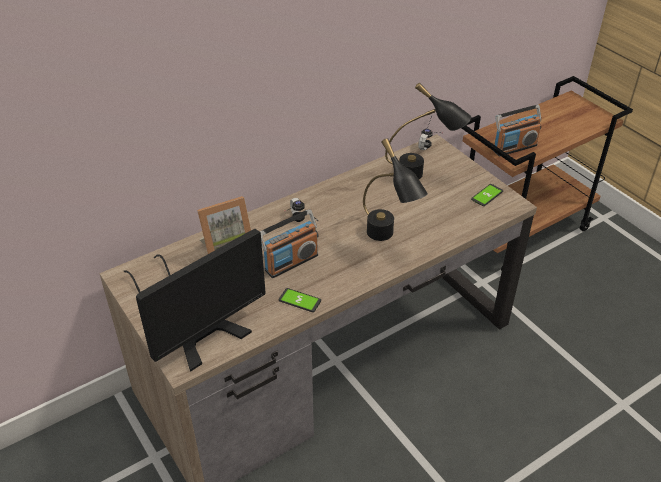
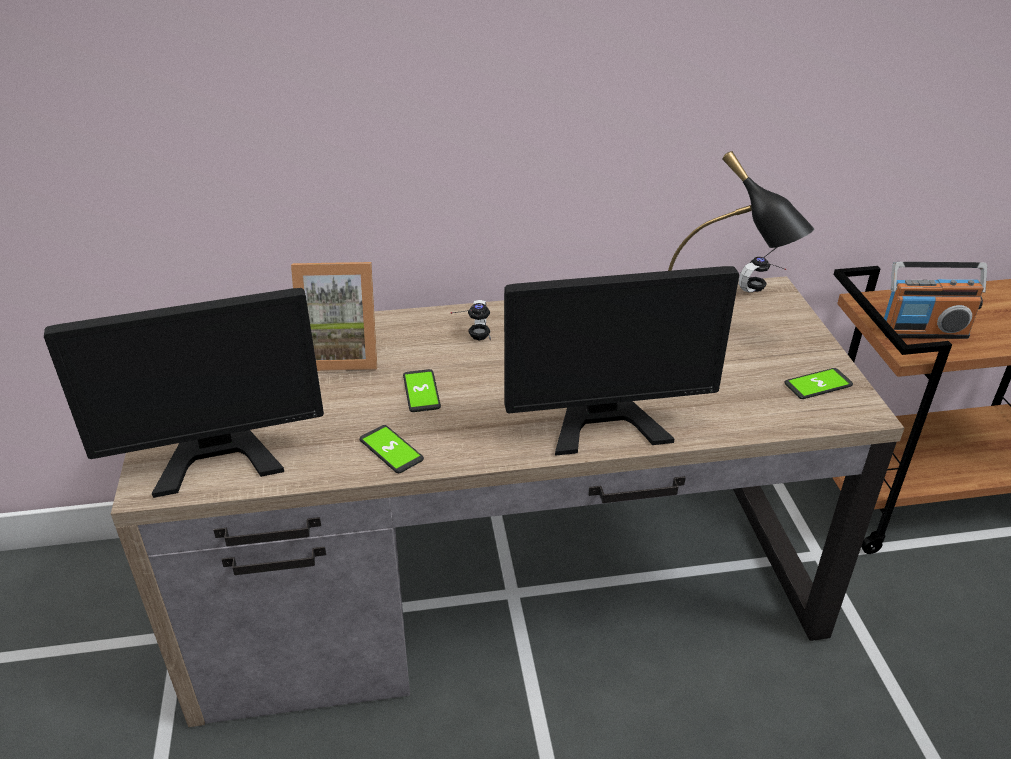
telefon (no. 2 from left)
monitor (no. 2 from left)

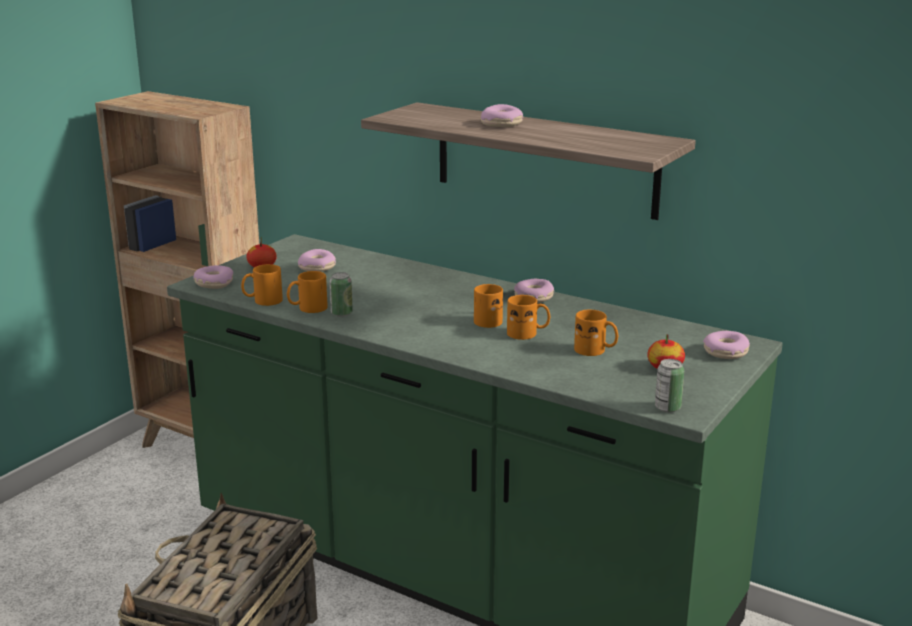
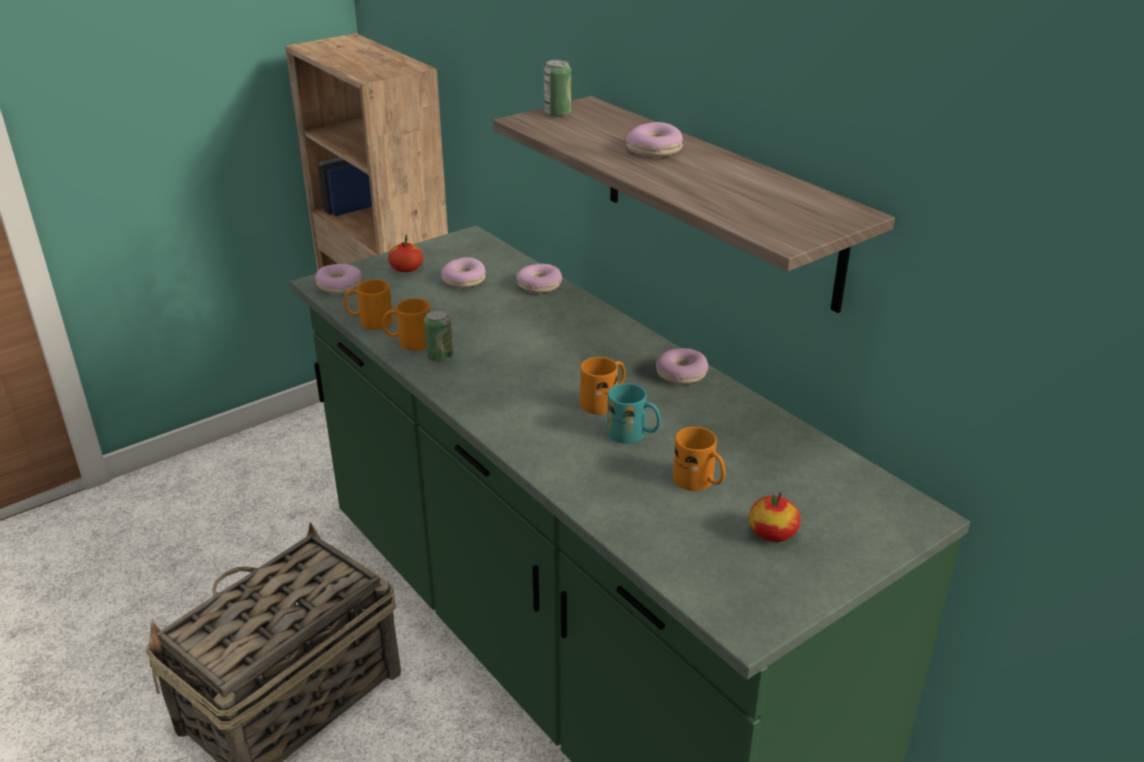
kubek [turkusowy]
puszka (no. 2 from left)
donut (no. 3 from left)

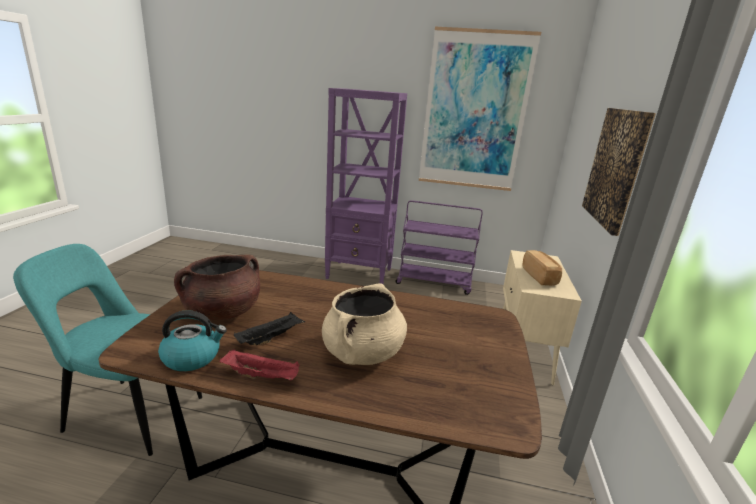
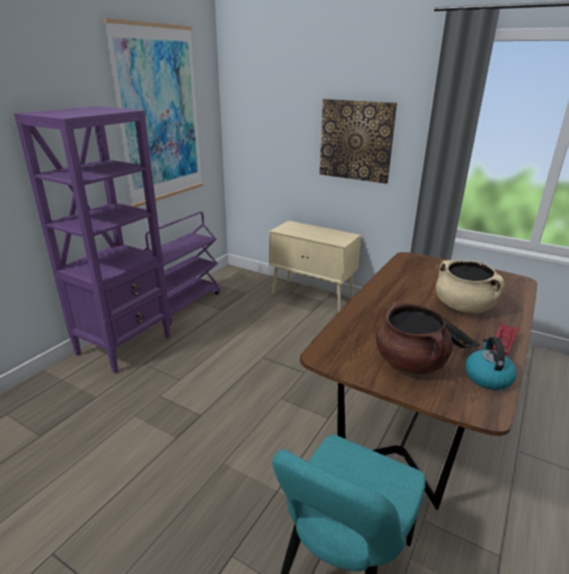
chleb

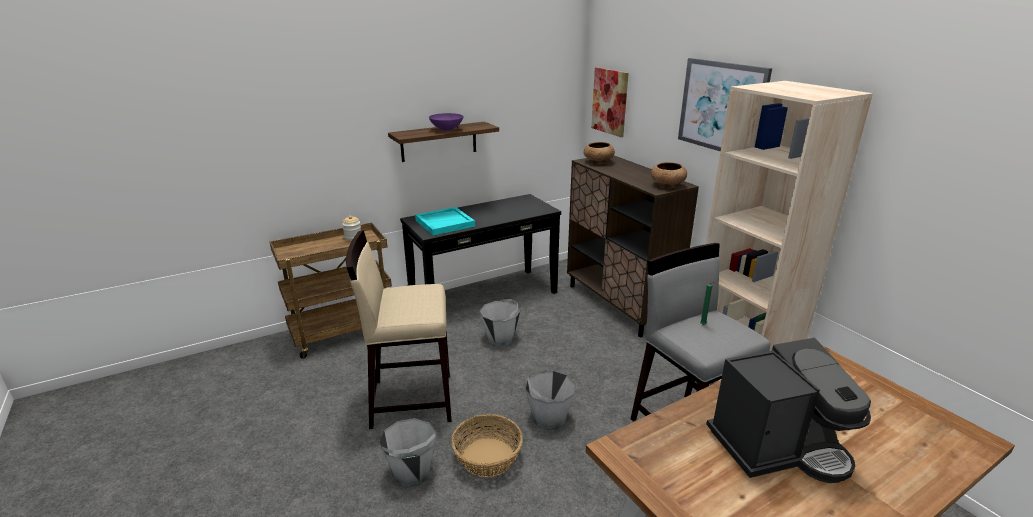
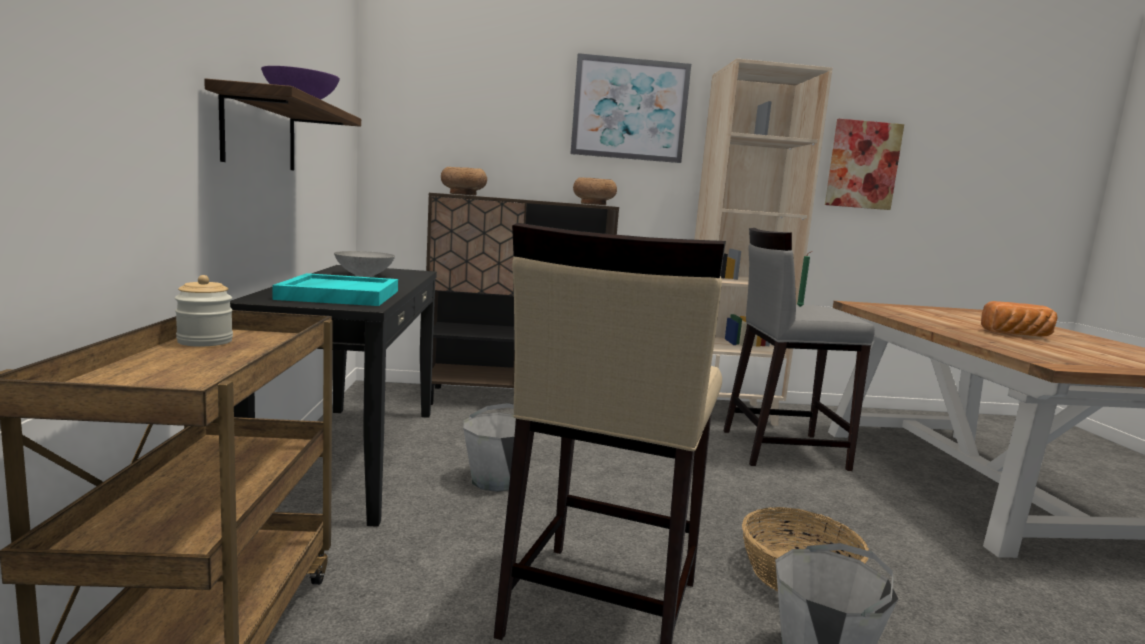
wiadro [szary] (no. 3 from left in the first image)
obraz (no. 2 from left)
chleb
miska [szary]

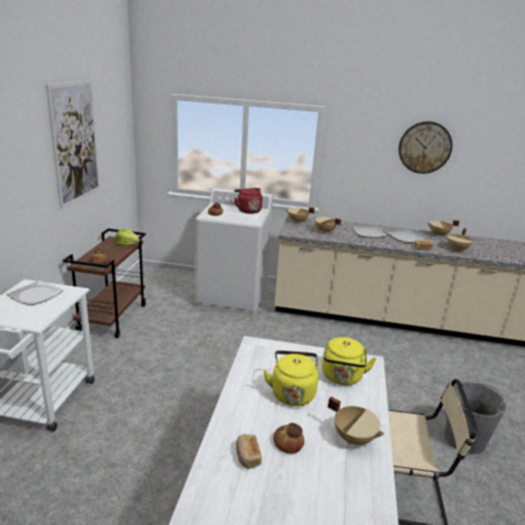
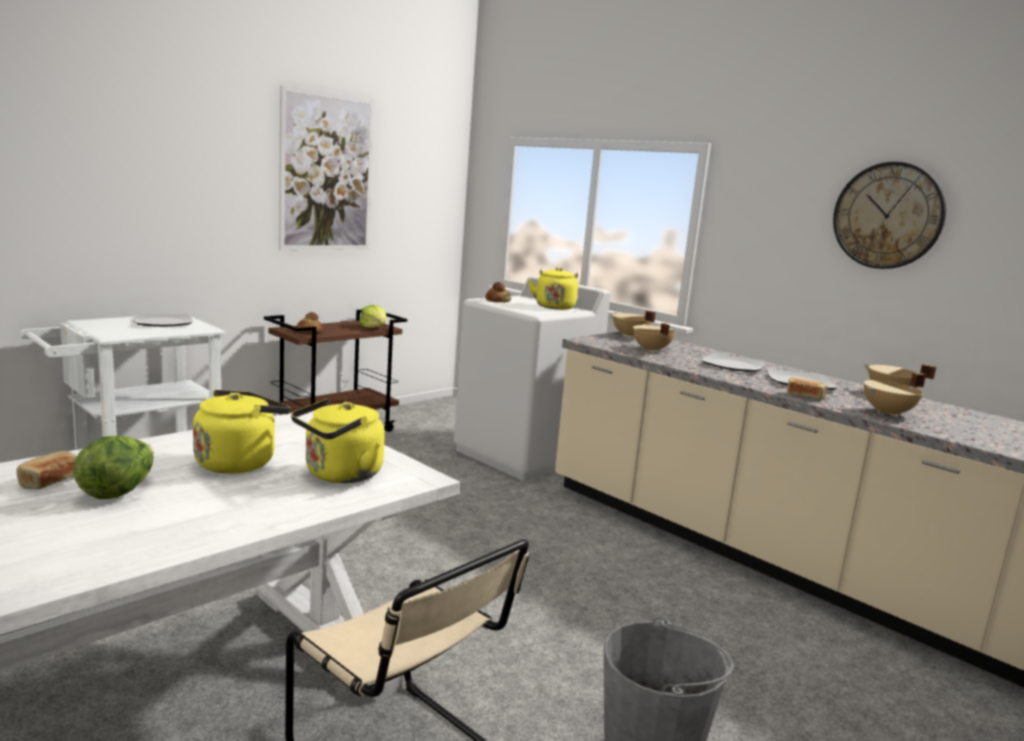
czajnik [żółty] (no. 3 from left)
sałata (no. 1 from left)
garnek [beżowy] (no. 3 from left in the first image)

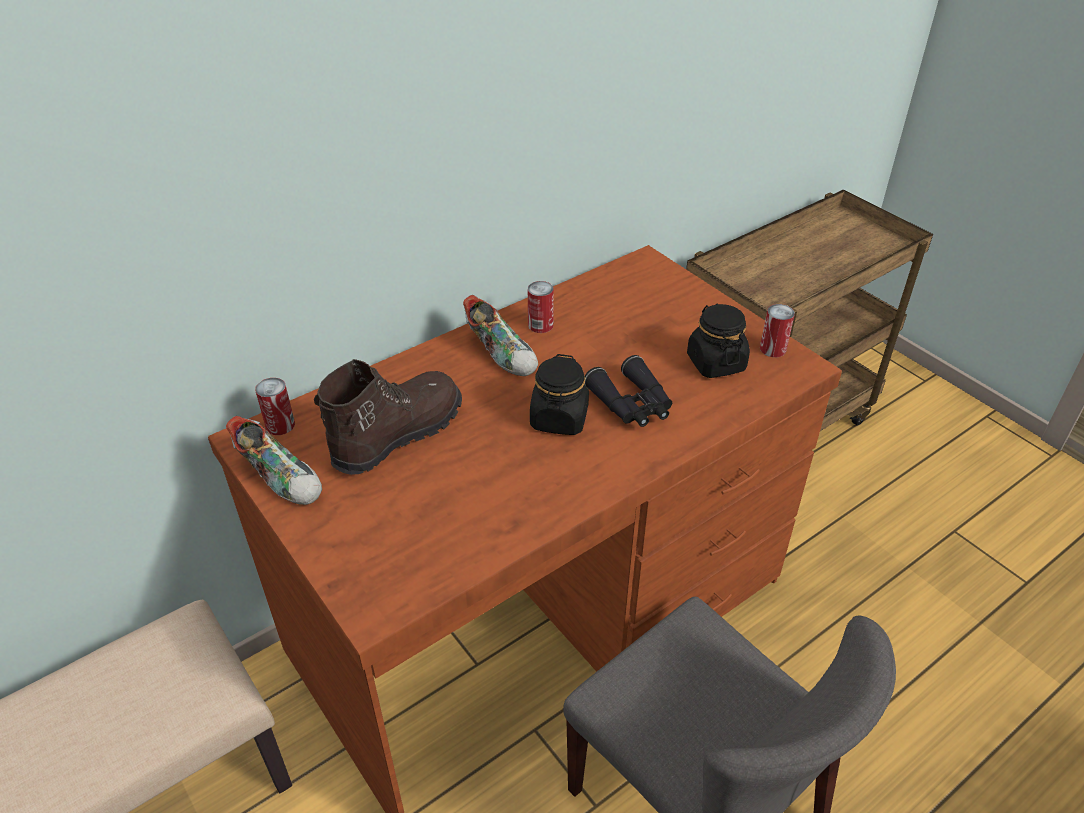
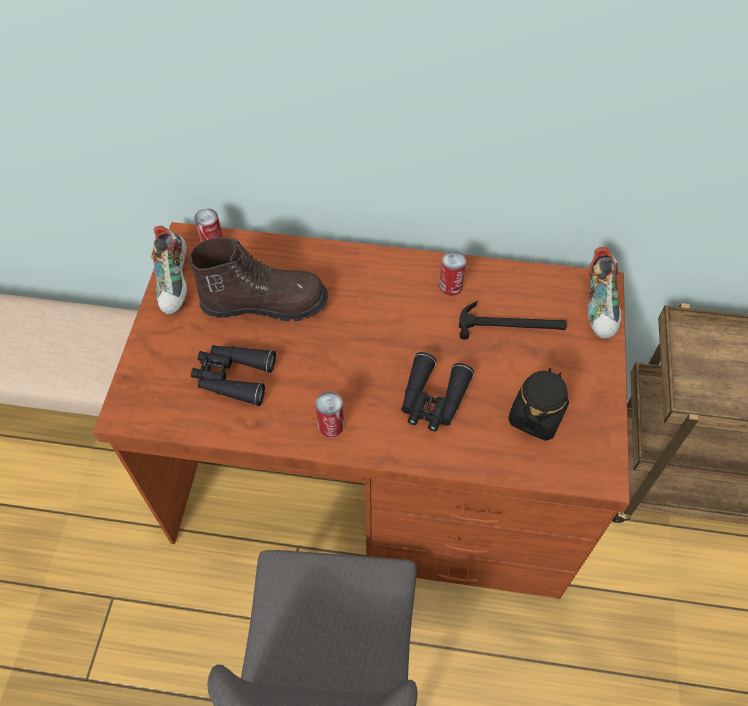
but (no. 2 from left)
słoik [czarny] (no. 1 from left in the first image)
puszka (no. 2 from left)
lornetka [czarny] (no. 1 from left)
młotek

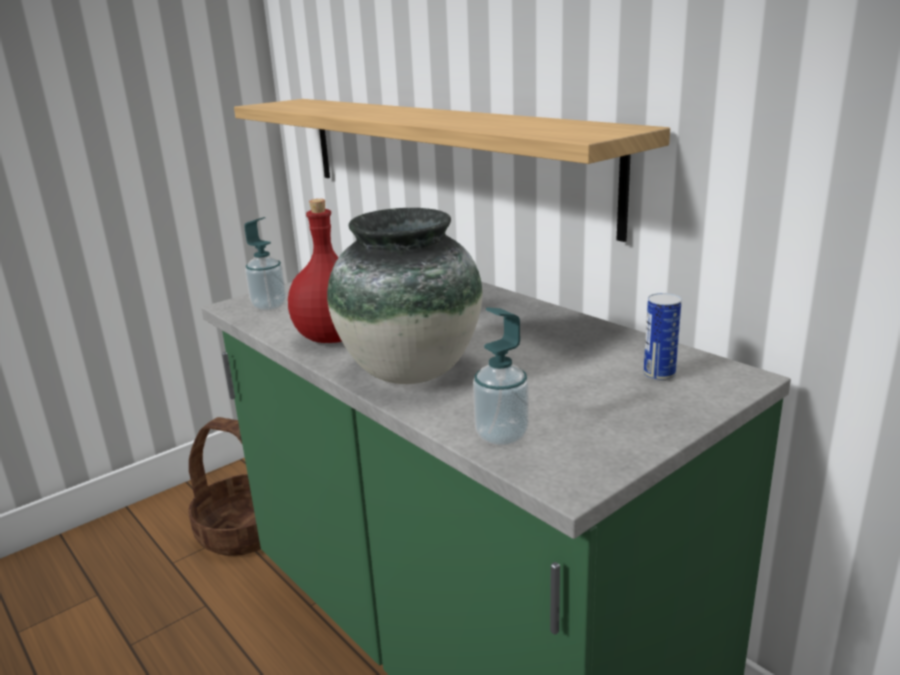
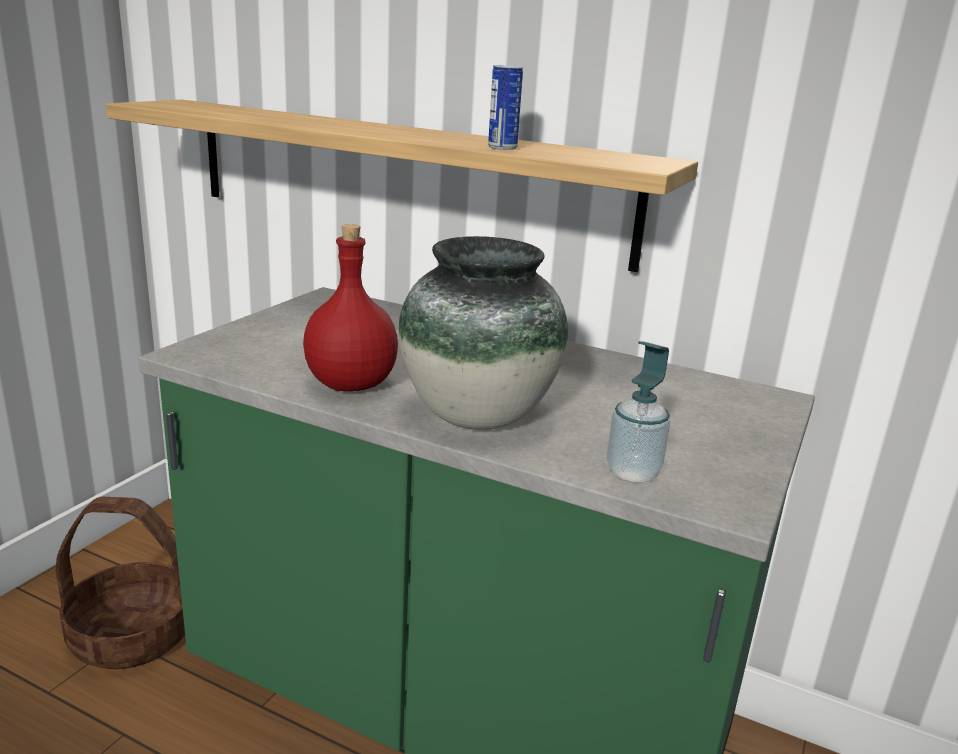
dozownik mydła (no. 1 from left in the first image)
puszka

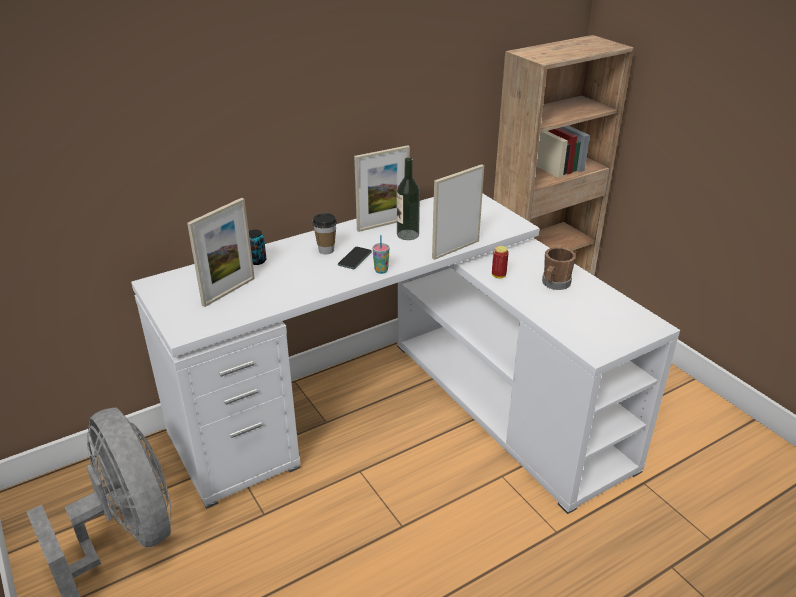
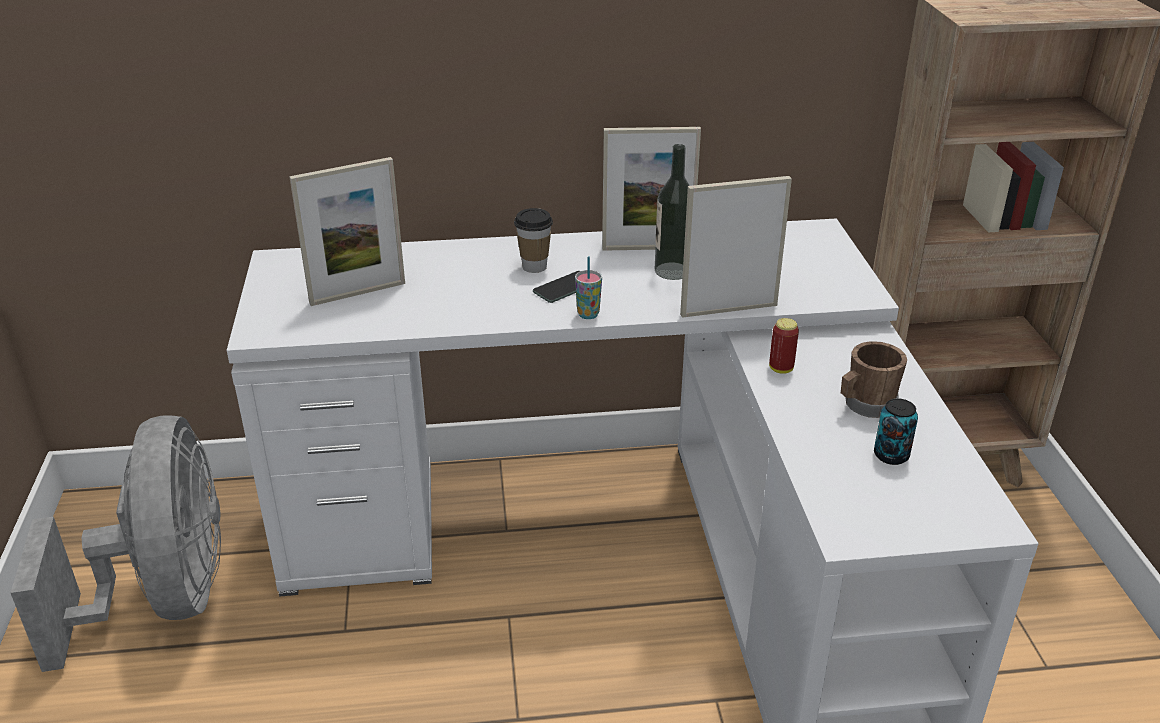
puszka (no. 2 from left)

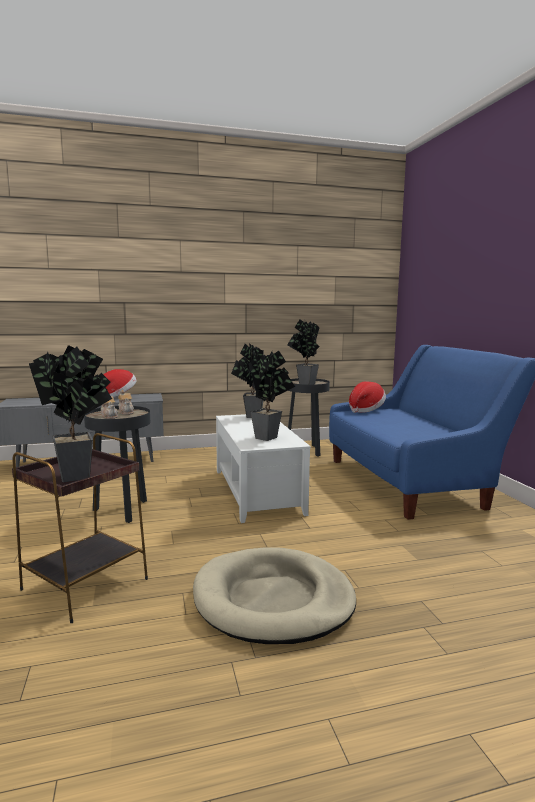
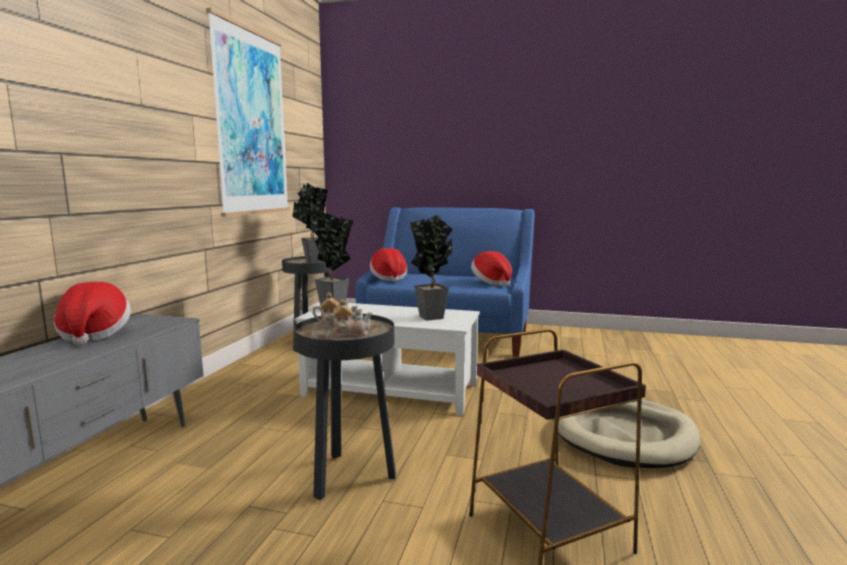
roślina doniczkowa (no. 1 from left in the first image)
obraz
kapelusz (no. 3 from left)

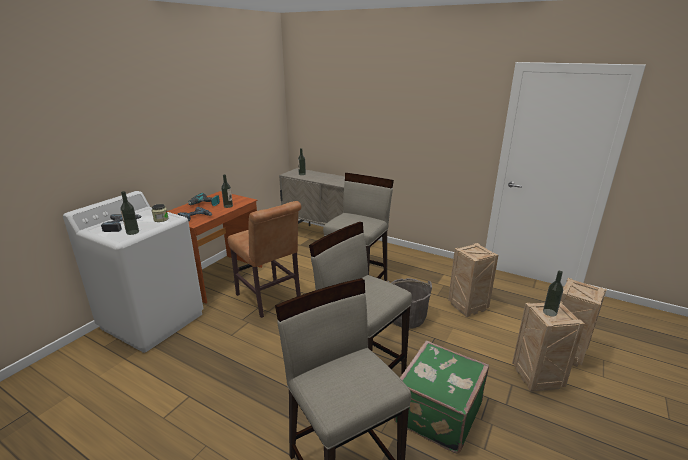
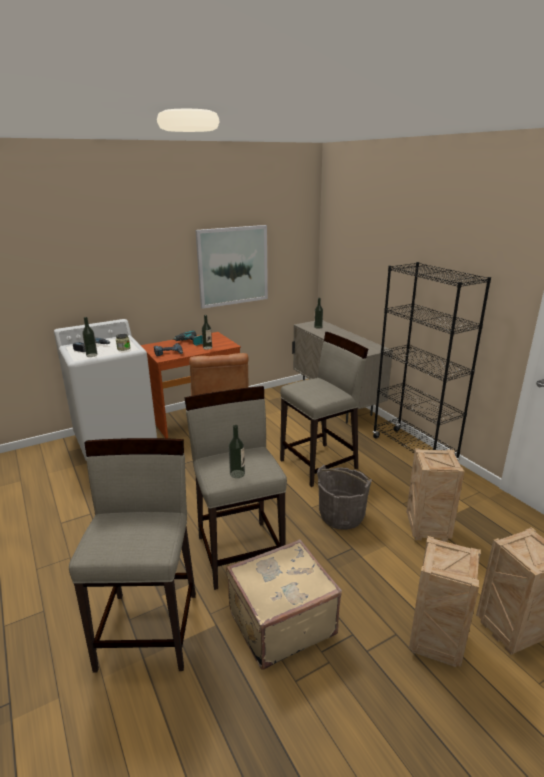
walizka [beżowy]
butelka (no. 3 from left)
obraz
regał [czarny]

